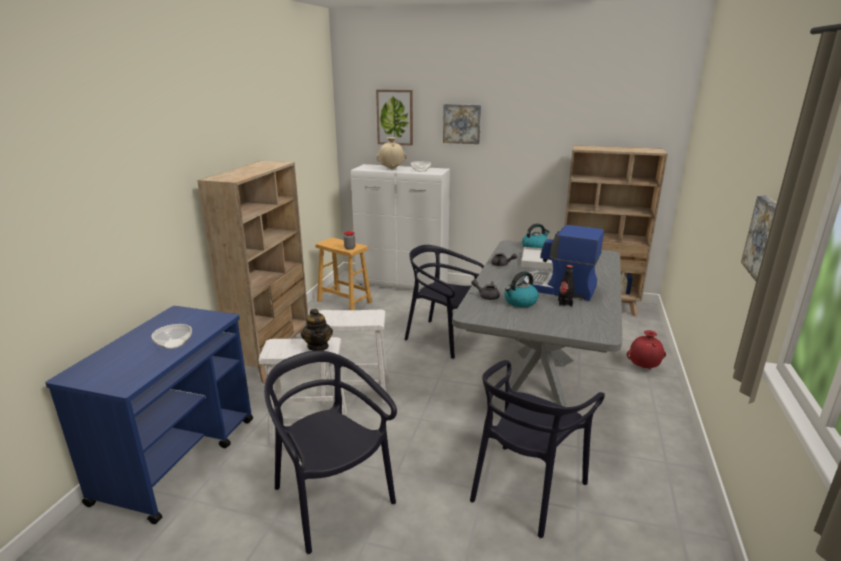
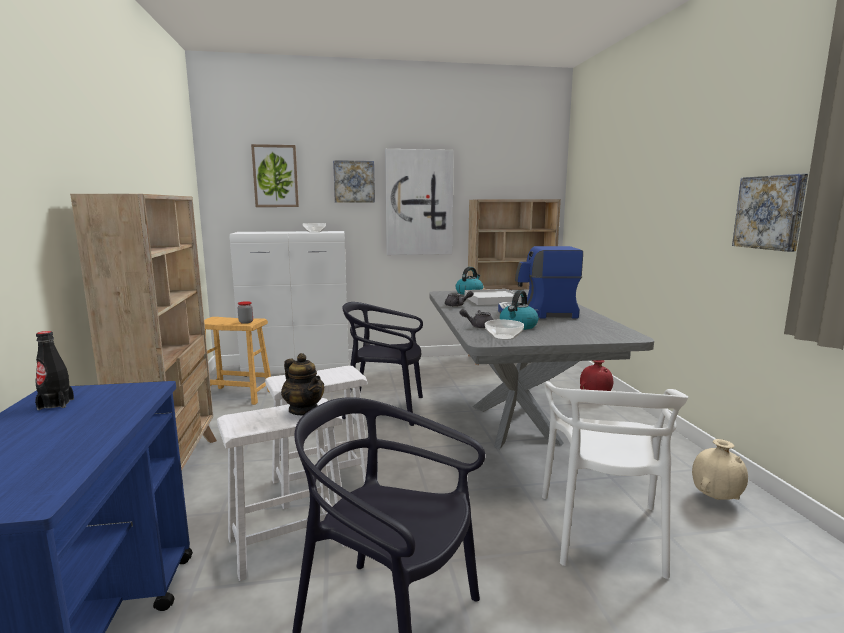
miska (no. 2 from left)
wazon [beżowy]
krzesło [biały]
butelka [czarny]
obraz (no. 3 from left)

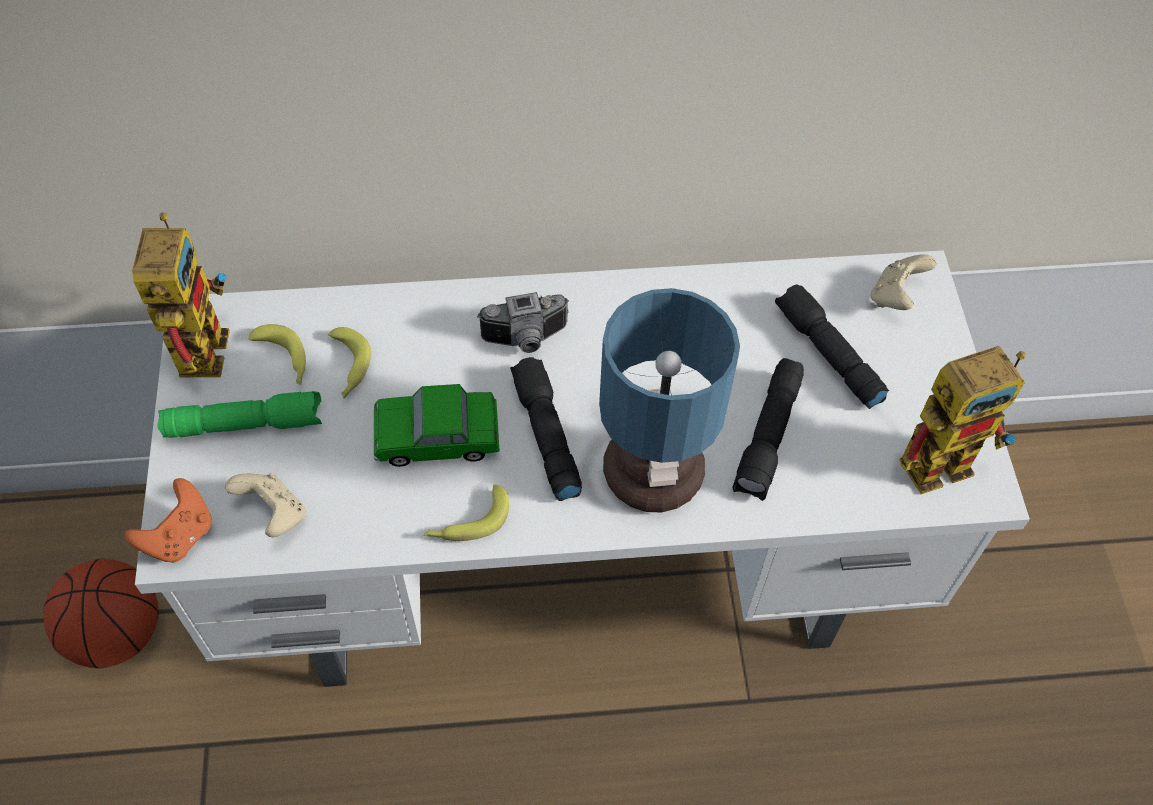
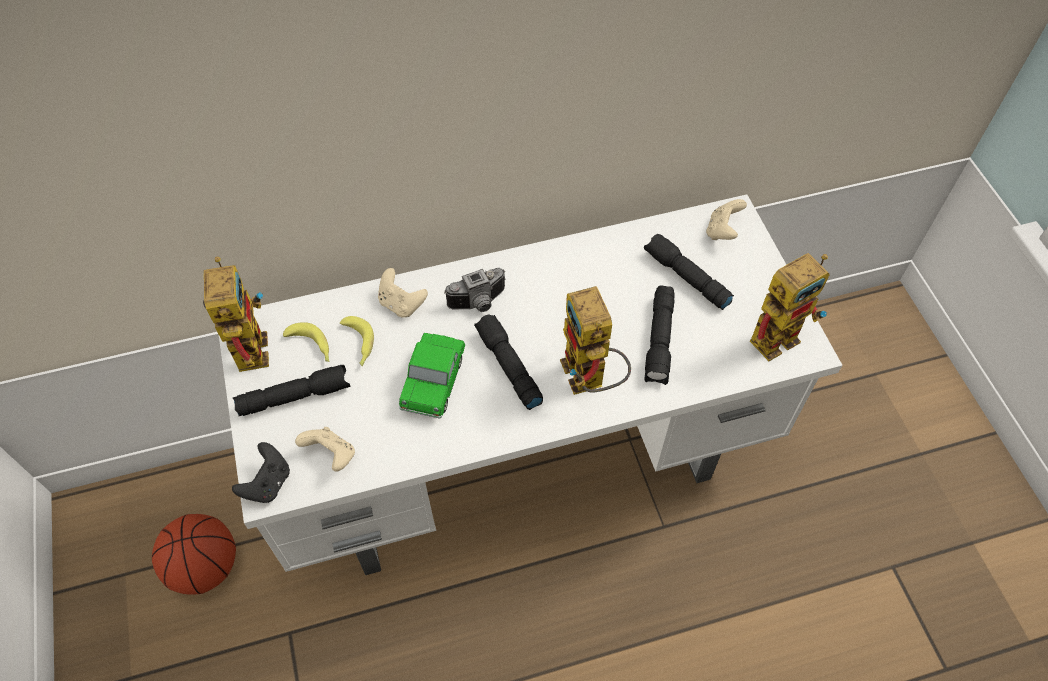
pad do gier [czarny]
latarka [czarny] (no. 1 from left)
samochodzik
banan (no. 3 from left in the first image)
robot zabawkowy (no. 2 from left)
pad do gier [beżowy] (no. 2 from left)

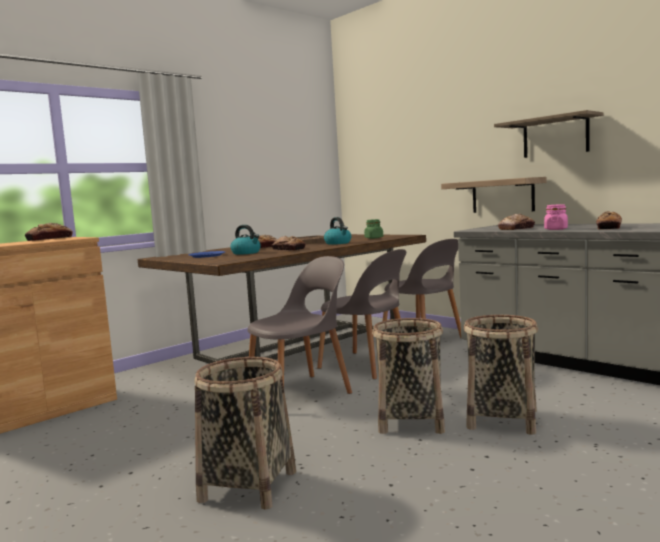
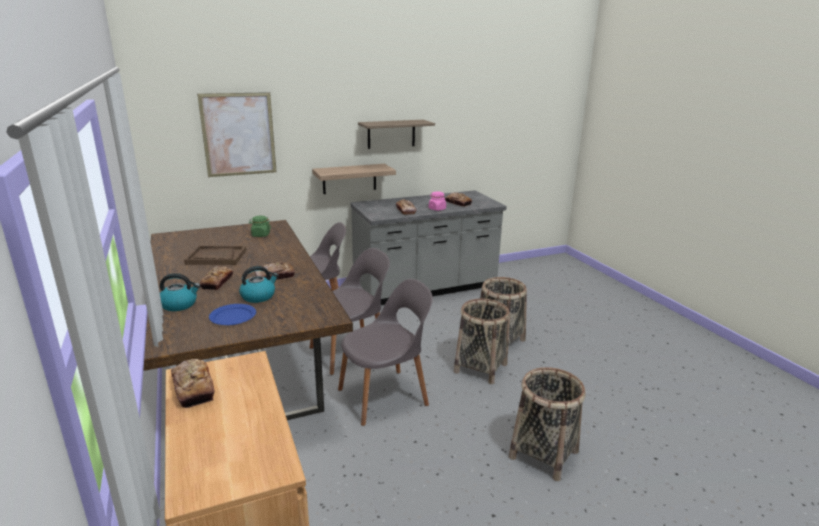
krzesło [szary] (no. 3 from left)
czajnik (no. 1 from left)
obraz

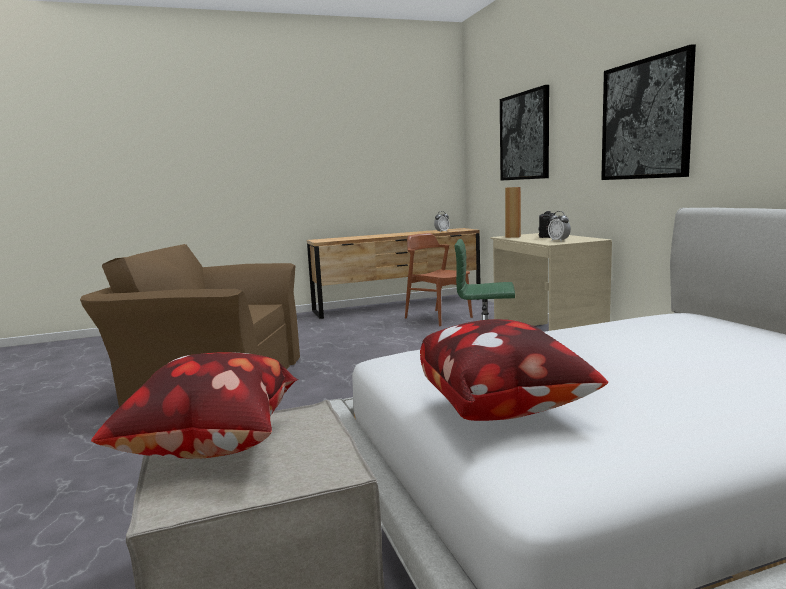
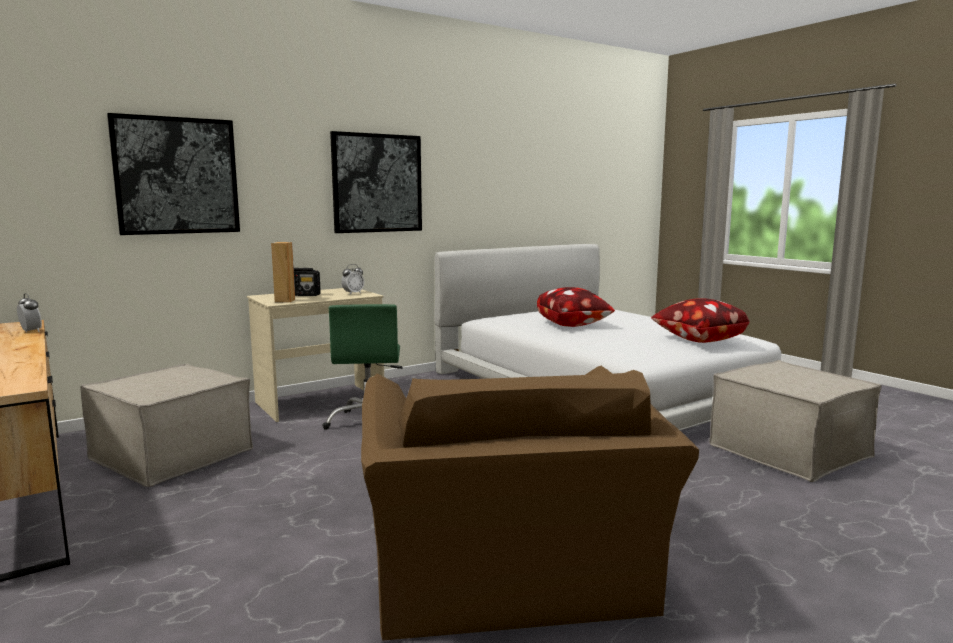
poduszka (no. 1 from left)
pufa [beżowy] (no. 1 from left)

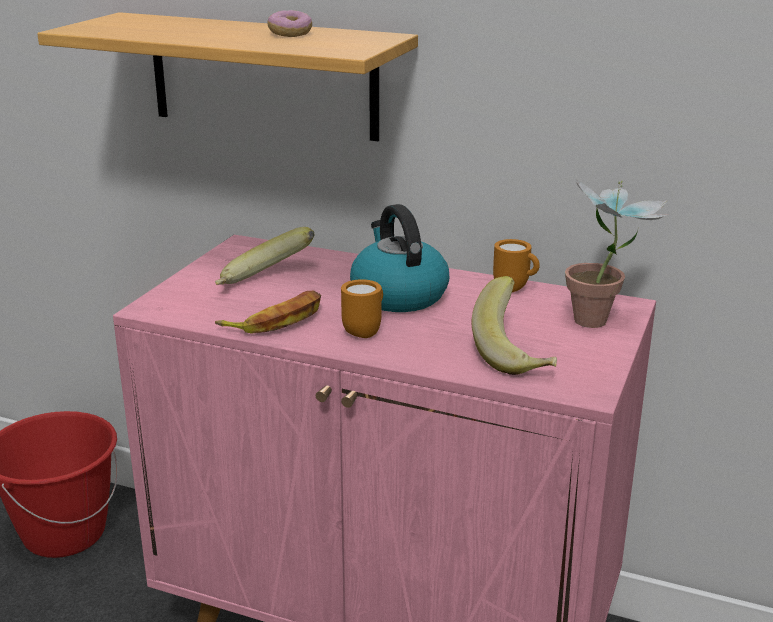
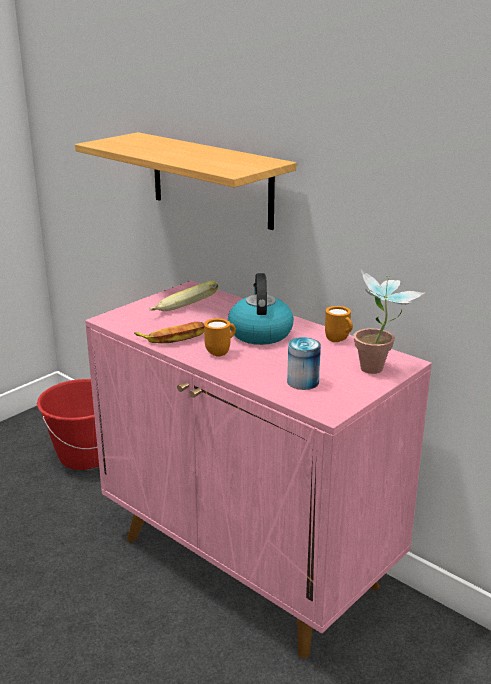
donut
puszka

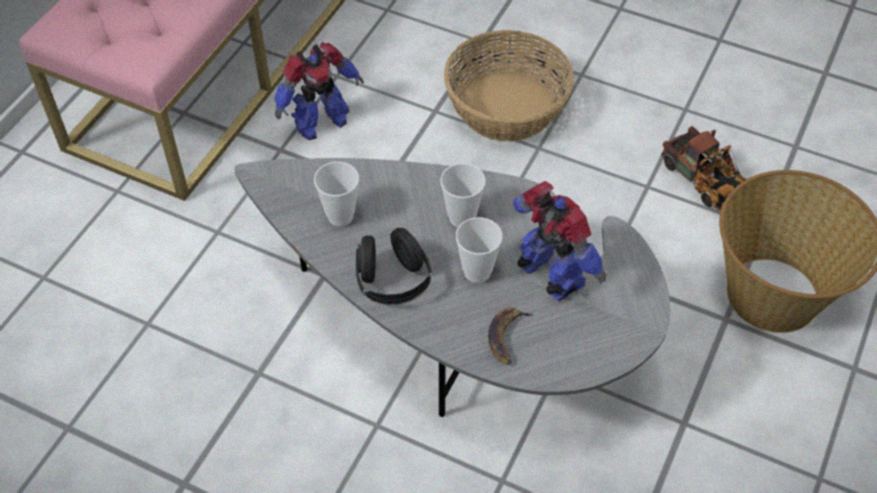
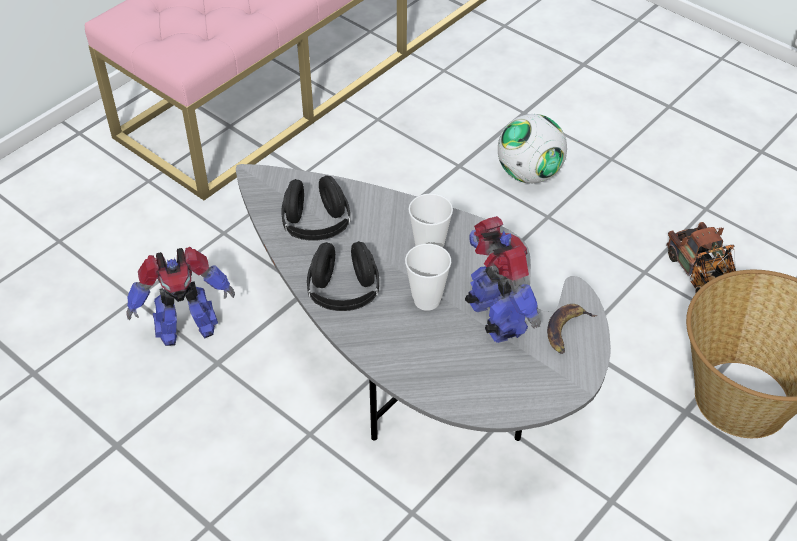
robot zabawkowy (no. 1 from left)
słuchawki [czarny] (no. 1 from left)
piłka futbolowa
banan

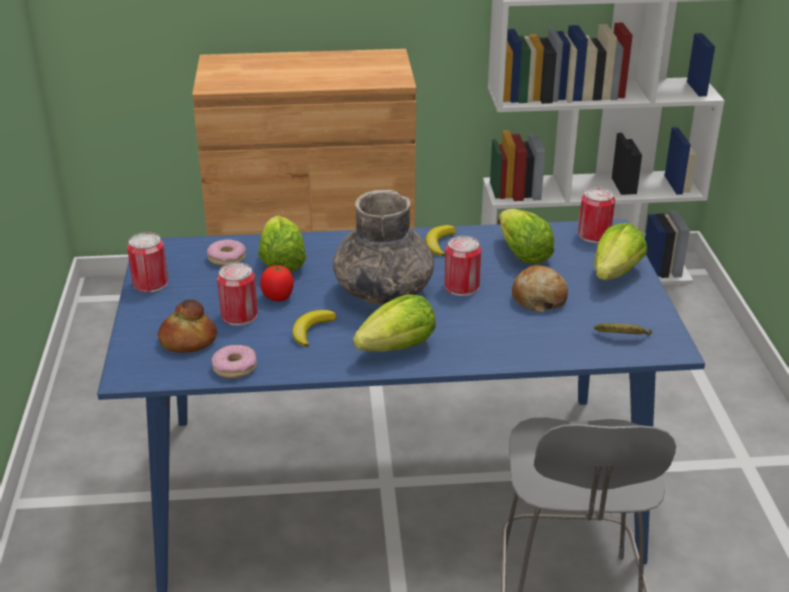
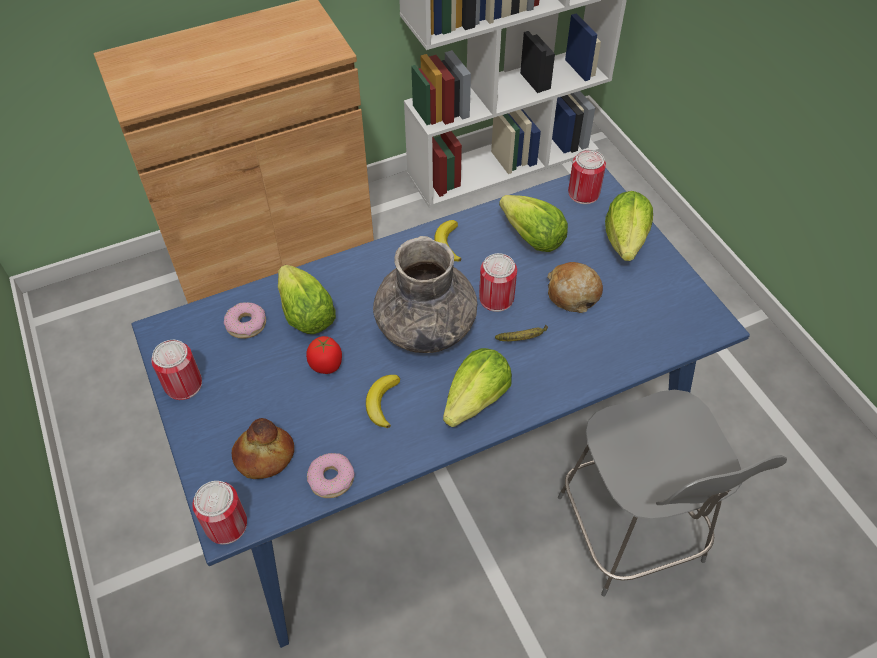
puszka (no. 2 from left)
banan (no. 3 from left)

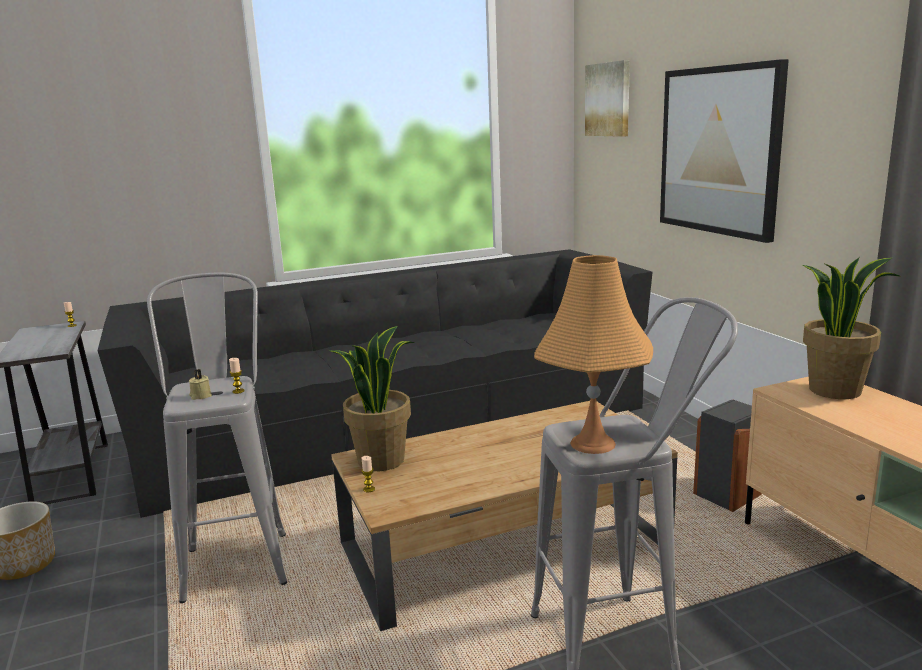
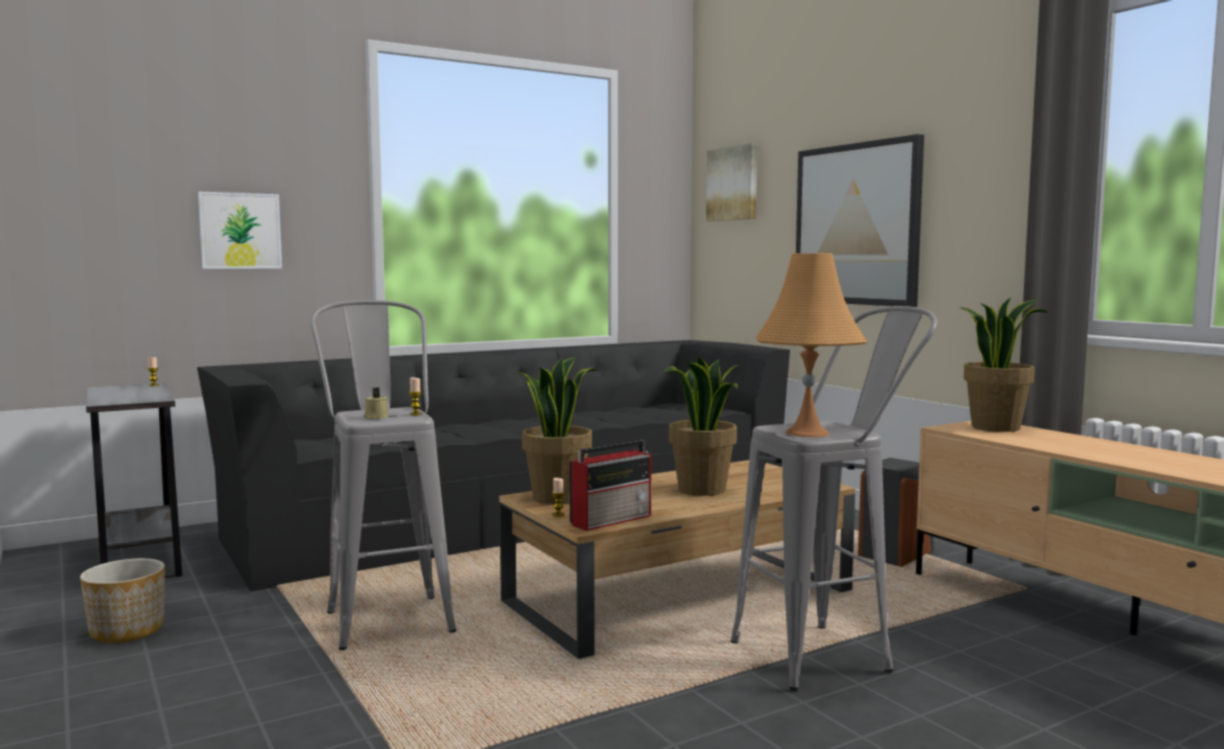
obraz (no. 1 from left)
radio
roślina doniczkowa (no. 2 from left)

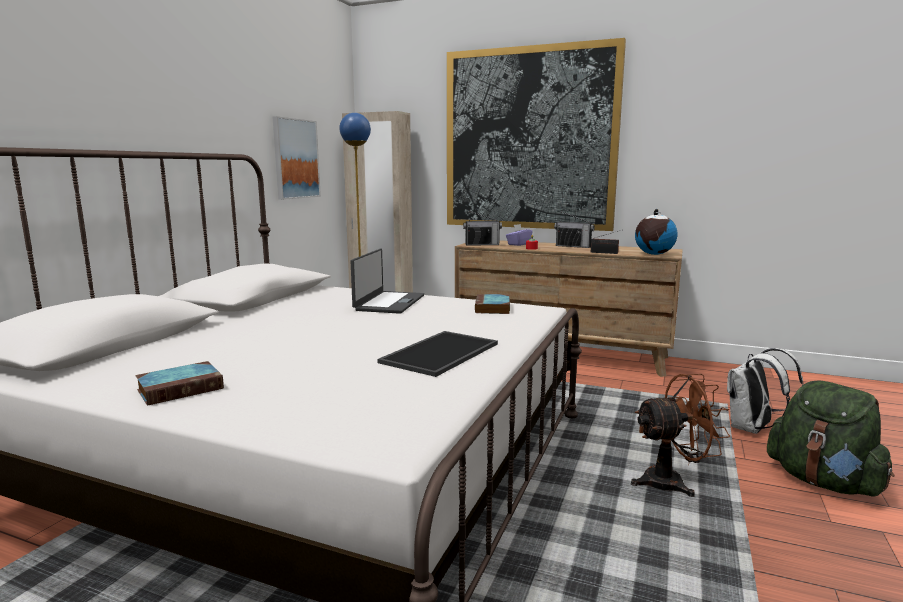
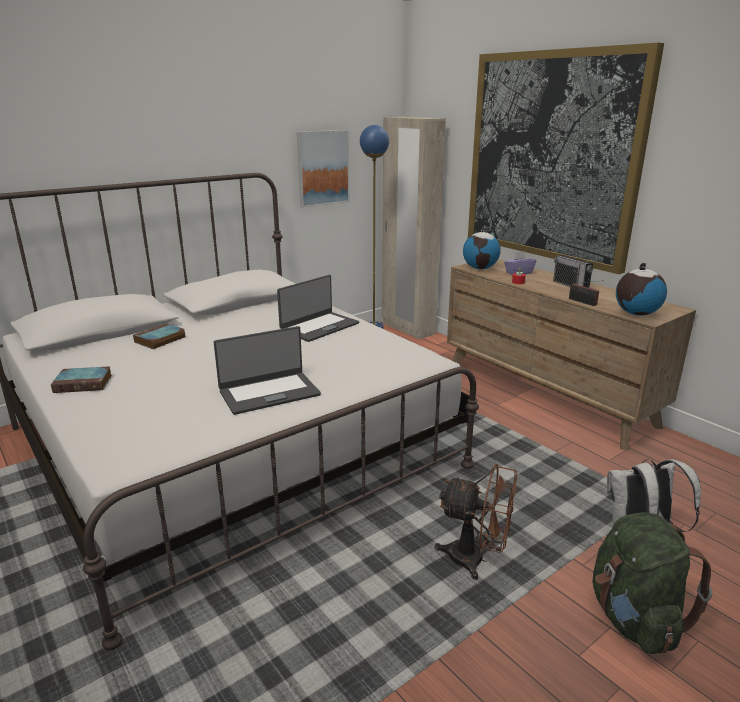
laptop (no. 1 from left)
globus (no. 1 from left)
książka (no. 2 from left)

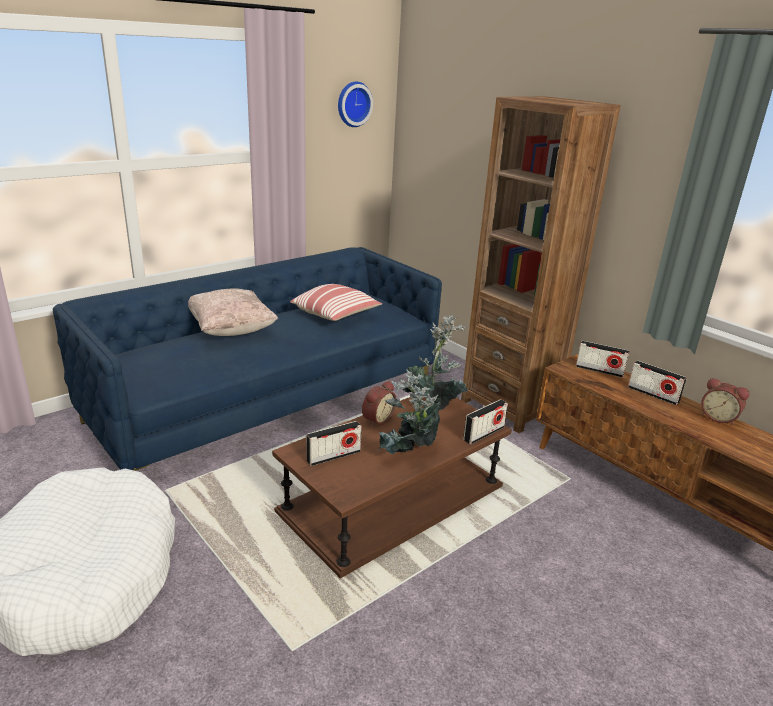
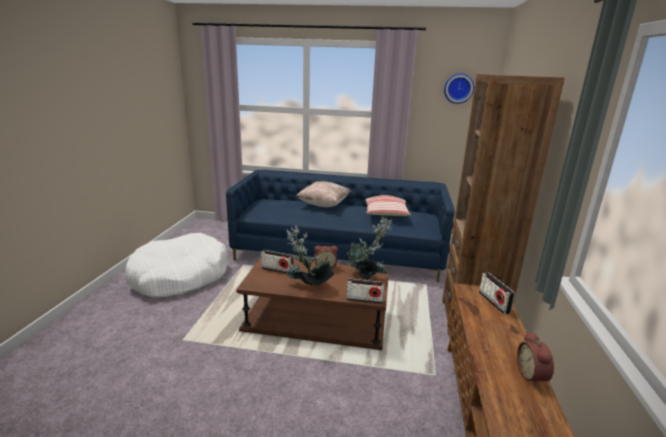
radio (no. 4 from left in the first image)

